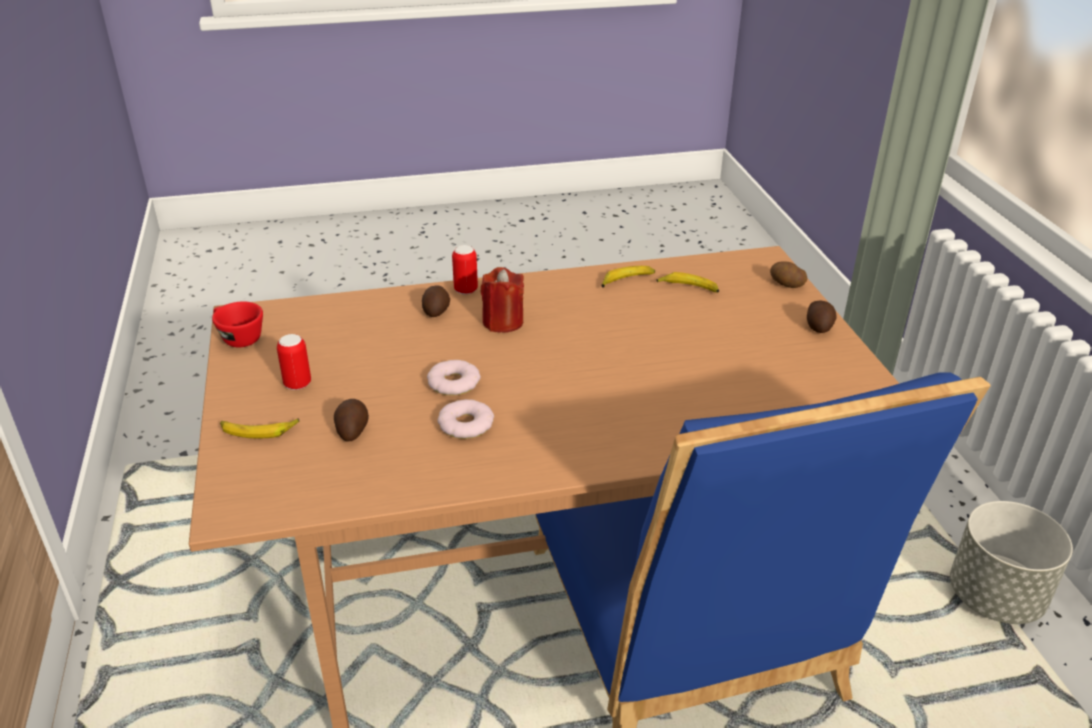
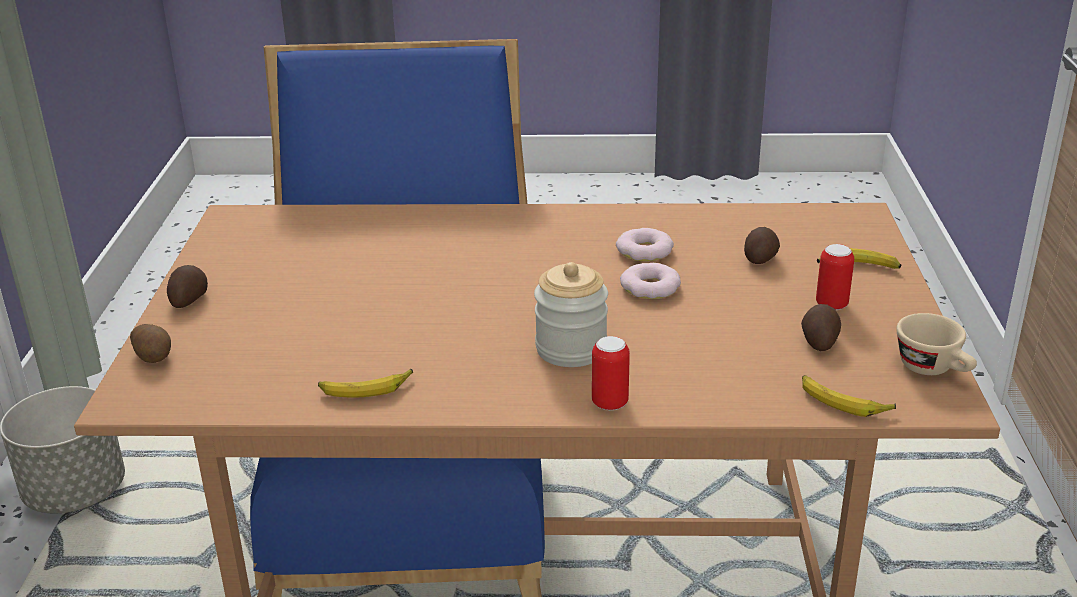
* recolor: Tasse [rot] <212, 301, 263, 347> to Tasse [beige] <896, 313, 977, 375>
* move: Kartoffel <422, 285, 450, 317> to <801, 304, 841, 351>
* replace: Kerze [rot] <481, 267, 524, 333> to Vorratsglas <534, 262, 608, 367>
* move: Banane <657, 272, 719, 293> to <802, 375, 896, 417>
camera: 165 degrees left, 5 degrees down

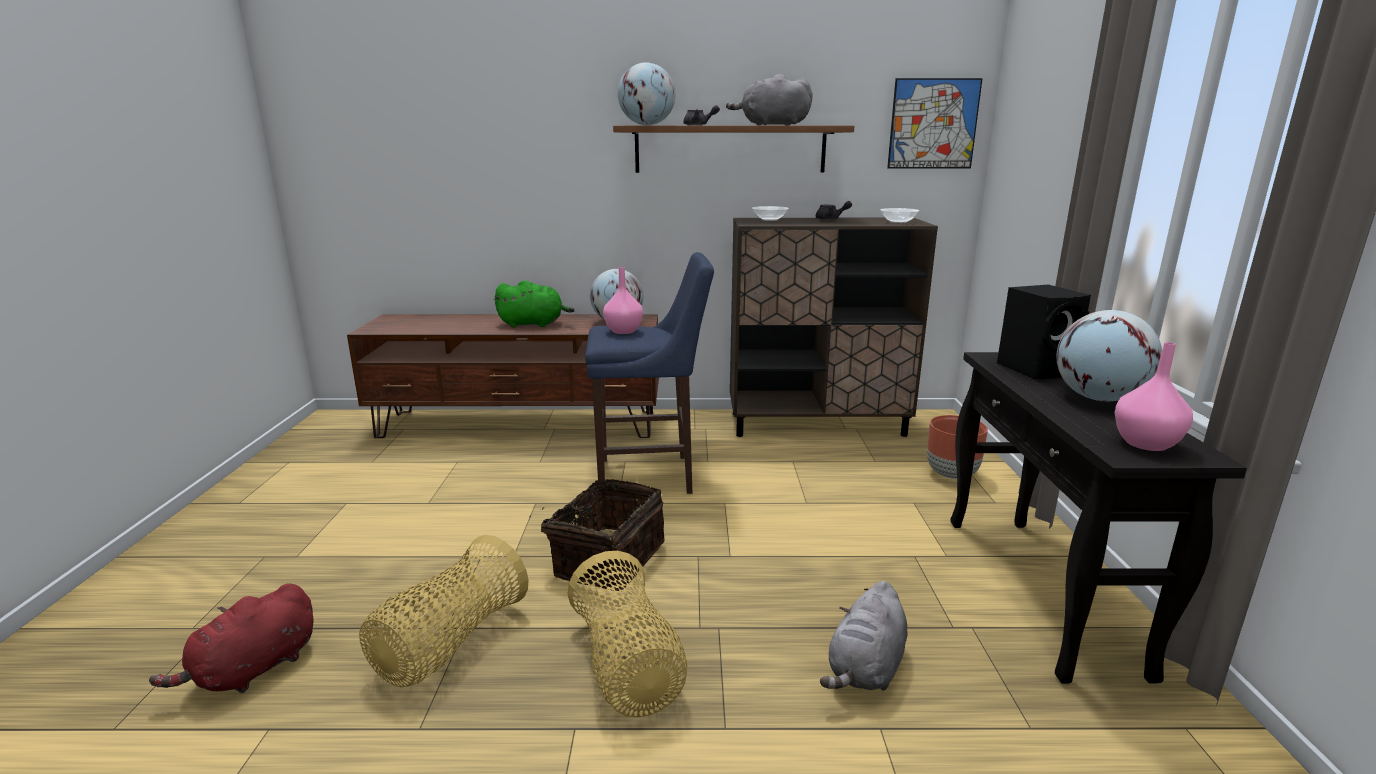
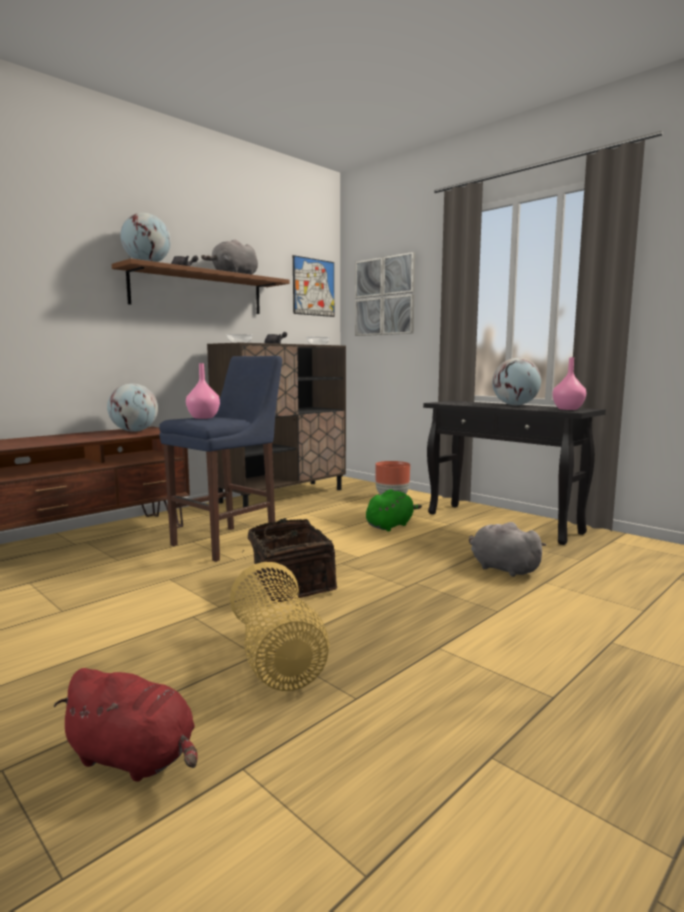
* rotate: Plüschtier [rot] <149, 583, 313, 693> = <54, 668, 198, 782> 60 degrees counterclockwise
* move: Plüschtier [grün] <494, 280, 574, 328> to <366, 489, 422, 531>
* delete: Korb <567, 551, 687, 717>
* rotate: Plüschtier [grau] <820, 581, 908, 691> = <469, 522, 546, 577> 150 degrees clockwise
* delete: Lautsprecher [schwarz] <997, 285, 1091, 379>
* insert: Bild <355, 252, 415, 336>
camera: 45 degrees left, 10 degrees down

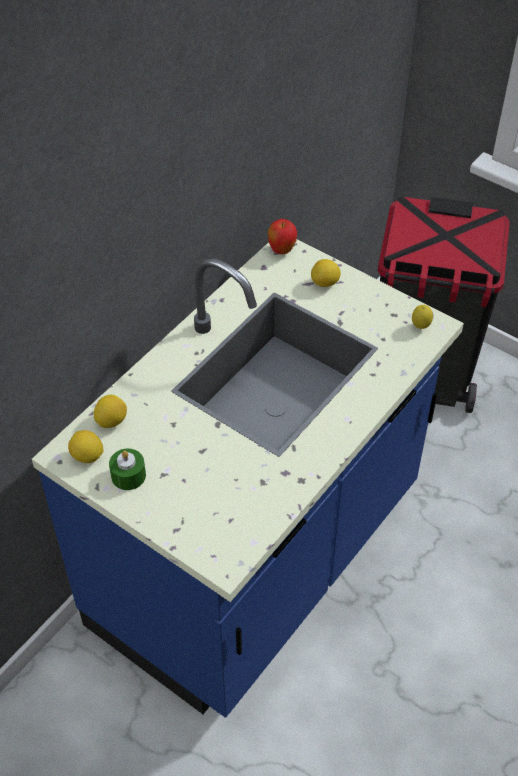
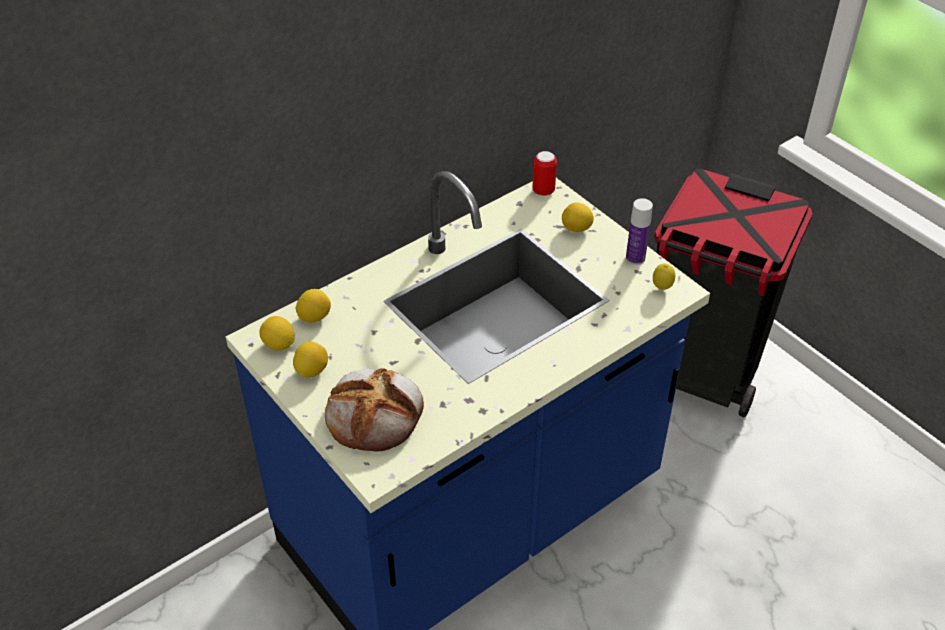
* replace: Kerze [grün] <109, 448, 146, 490> to Zitrone <293, 341, 328, 378>
* replace: Apfel <268, 219, 297, 254> to Dose <532, 151, 557, 196>
* insert: Brot <325, 368, 424, 451>
* insert: Flasche <626, 198, 653, 265>
camera: 15 degrees right, 5 degrees down

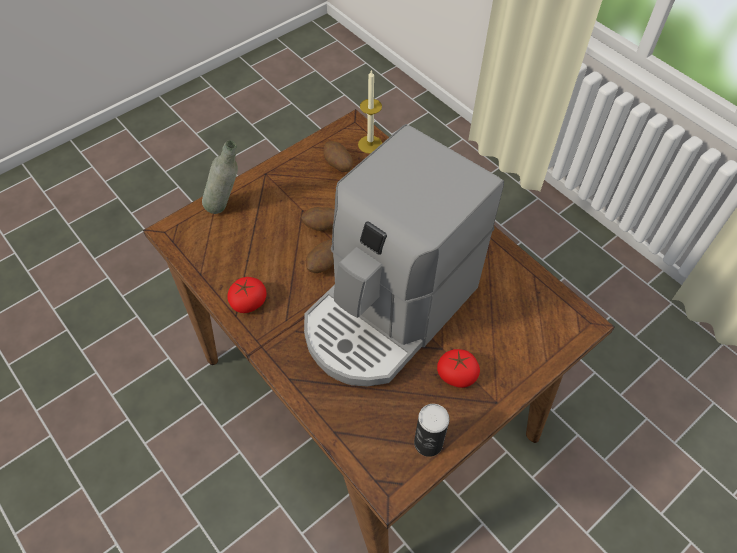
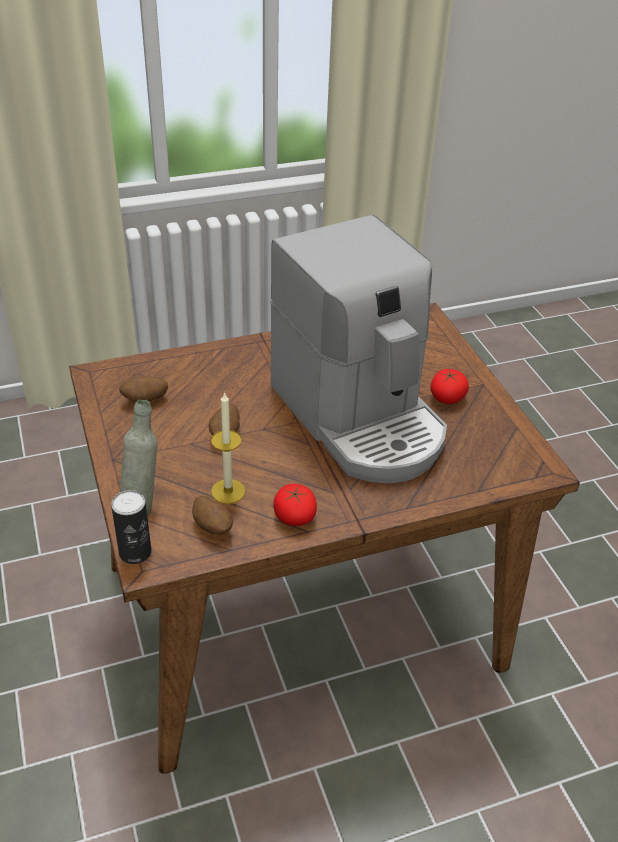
* move: Kartoffel <306, 240, 334, 273> to <192, 496, 233, 535>
* move: Kerze <358, 70, 382, 154> to <211, 392, 246, 504>
* move: Dose <414, 404, 450, 457> to <111, 490, 152, 564>
camera: 70 degrees left, 15 degrees down

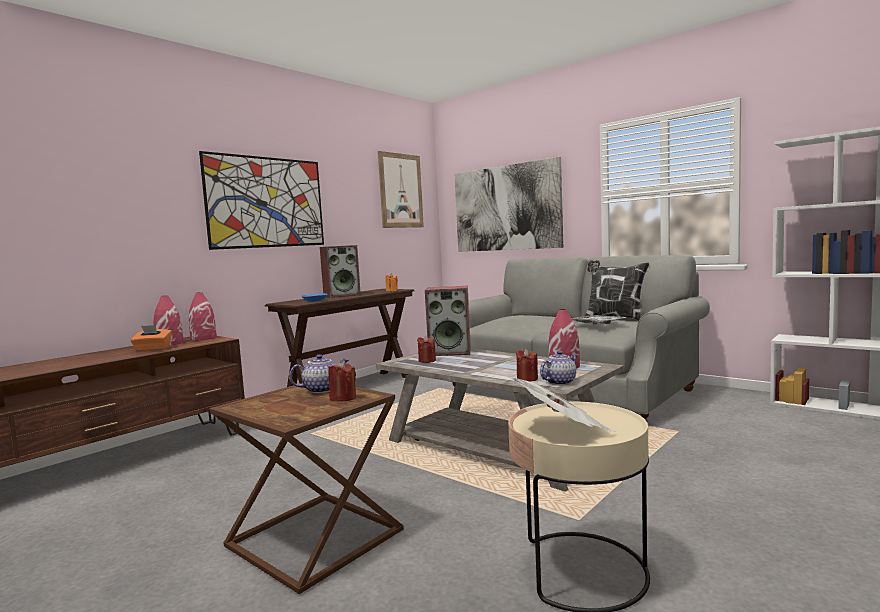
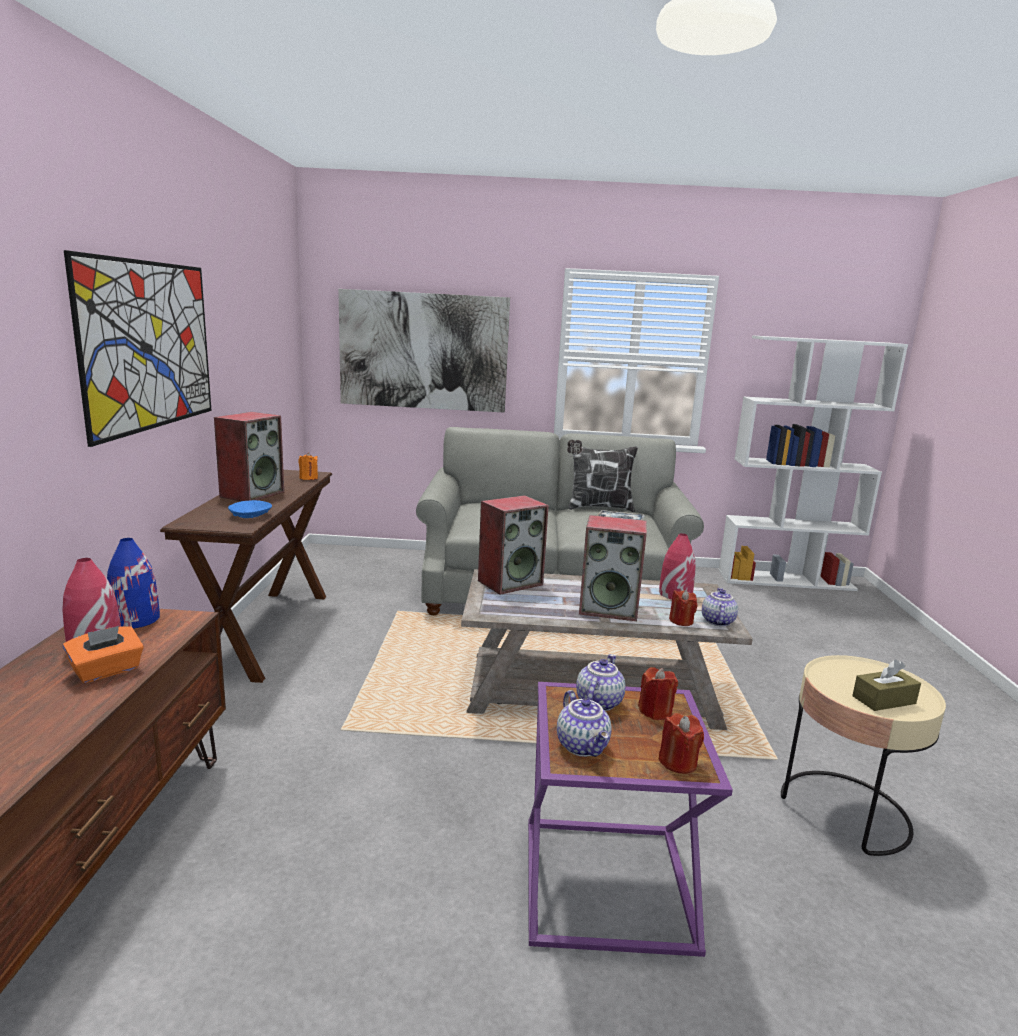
* recolor: Vase [rot] <189, 292, 217, 341> to Vase [blau] <107, 538, 160, 628>
* recolor: Beistelltisch [braun] <210, 383, 404, 594> to Beistelltisch [lila] <528, 682, 733, 957>
* delete: Bild <378, 151, 424, 228>
* move: Kerze [rot] <417, 336, 436, 363> to <658, 713, 704, 774>
* replace: Zeitung <508, 377, 616, 432> to Taschentuchbox [braun] <852, 659, 921, 711>
* insert: Teekanne <557, 690, 612, 757>
* insert: Lautsprecher <579, 515, 647, 621>
camera: 40 degrees left, 10 degrees up

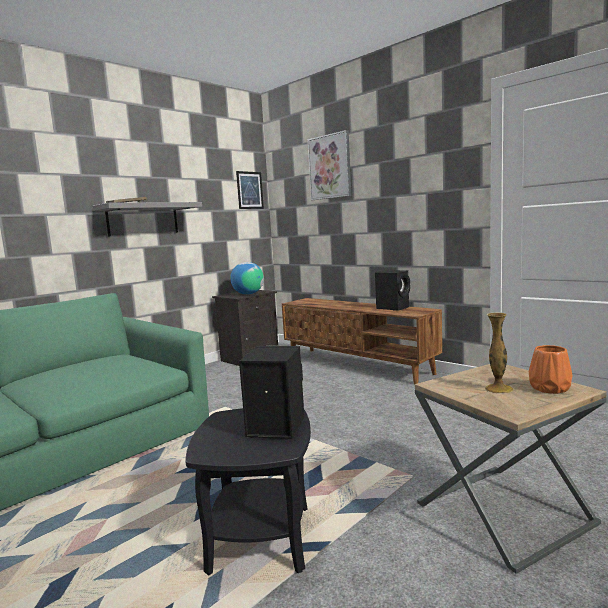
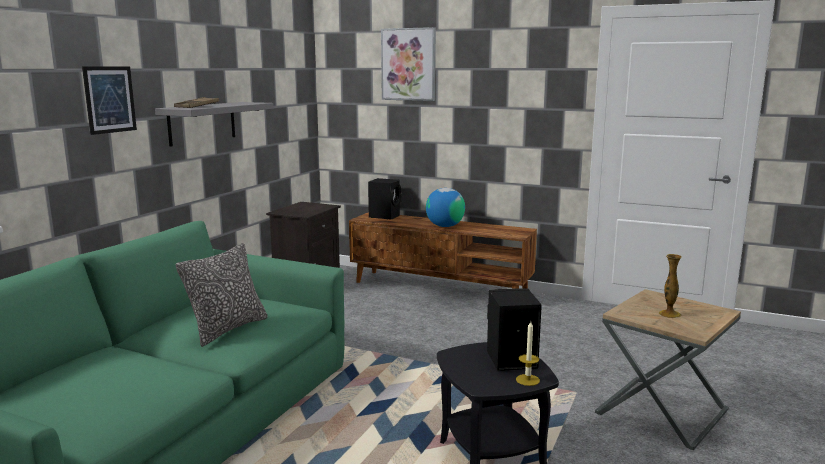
* move: Globus <230, 262, 264, 294> to <426, 188, 465, 227>
* move: Bild <236, 171, 264, 209> to <82, 66, 137, 135>
* move: Lautsprecher [schwarz] <375, 270, 410, 311> to <368, 178, 401, 220>
* delete: Vase [orange] <529, 345, 573, 394>
* insert: Kissen <176, 243, 268, 347>
* insert: Kerze <516, 321, 540, 386>
camera: 20 degrees left, 5 degrees up

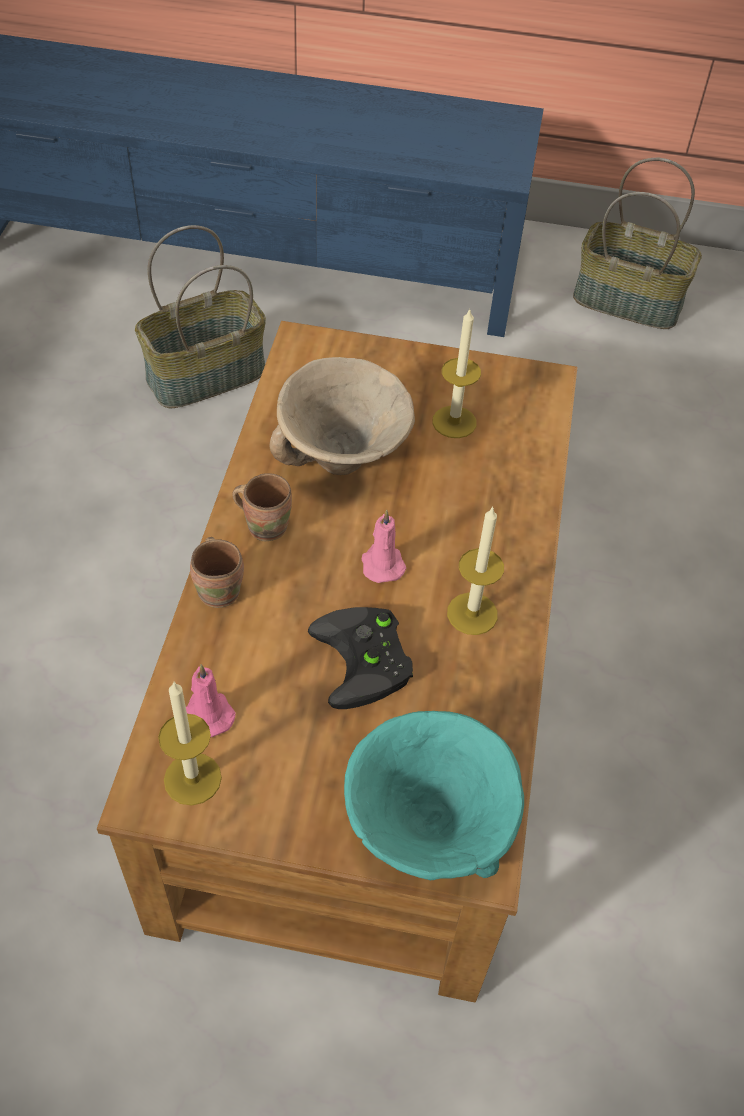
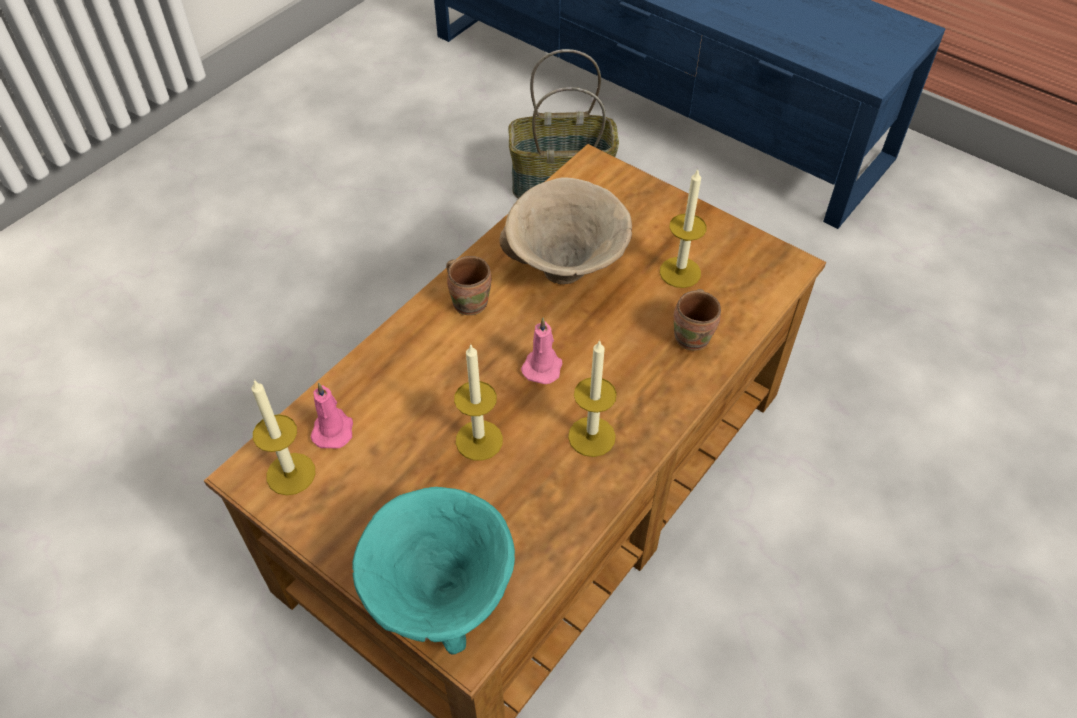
* move: Henkelbecher [braun] <190, 537, 244, 608> to <673, 289, 721, 351>
* replace: Gamepad [schwarz] <308, 607, 413, 709> to Kerze <454, 344, 503, 461>
* delete: Korb <573, 158, 702, 329>
camera: 30 degrees right, 0 degrees up

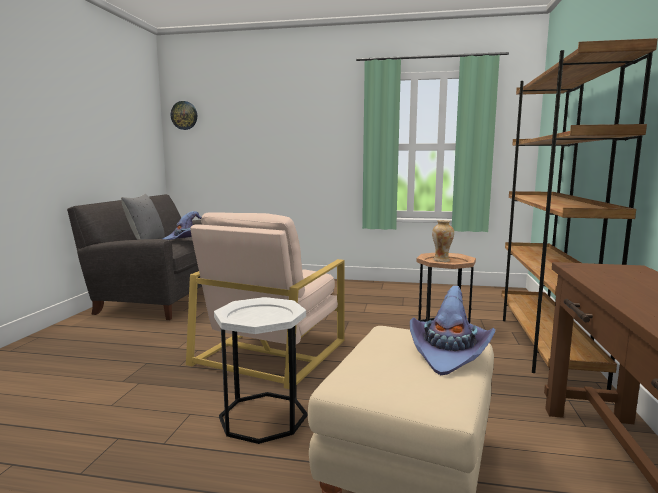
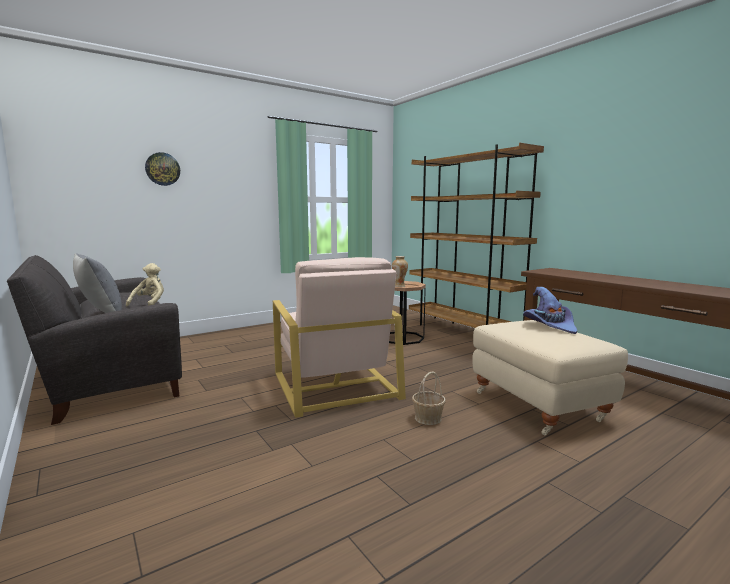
* replace: Hut [lila] <162, 211, 202, 240> to Plüschtier [beige] <126, 263, 164, 306>
* move: Wanduhr <171, 101, 197, 130> to <145, 152, 180, 186>
* replace: Beistelltisch [weiß] <214, 297, 307, 444> to Korb <412, 371, 446, 425>
camera: 45 degrees left, 0 degrees up

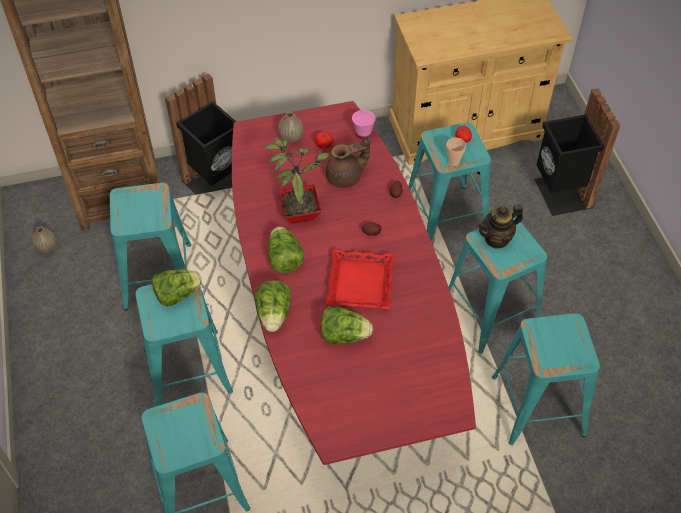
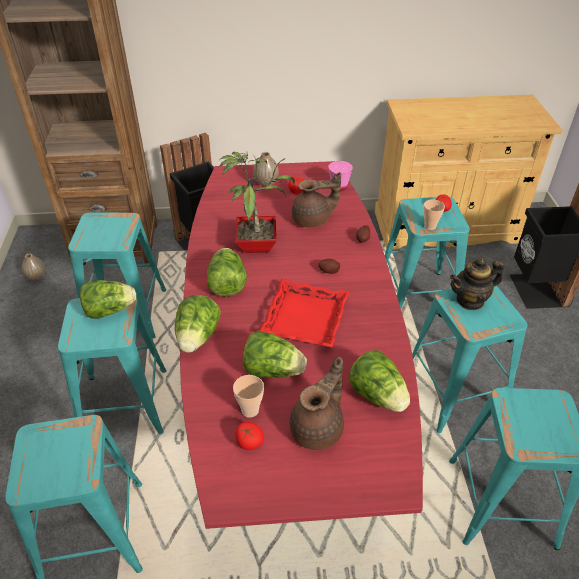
* insert: Tasse <233, 375, 264, 418>
* insert: Tomate <235, 422, 264, 450>
* insert: Teekanne [braun] <290, 357, 344, 450>
* insert: Salatkopf <349, 350, 410, 412>
camera: 10 degrees right, 10 degrees down

